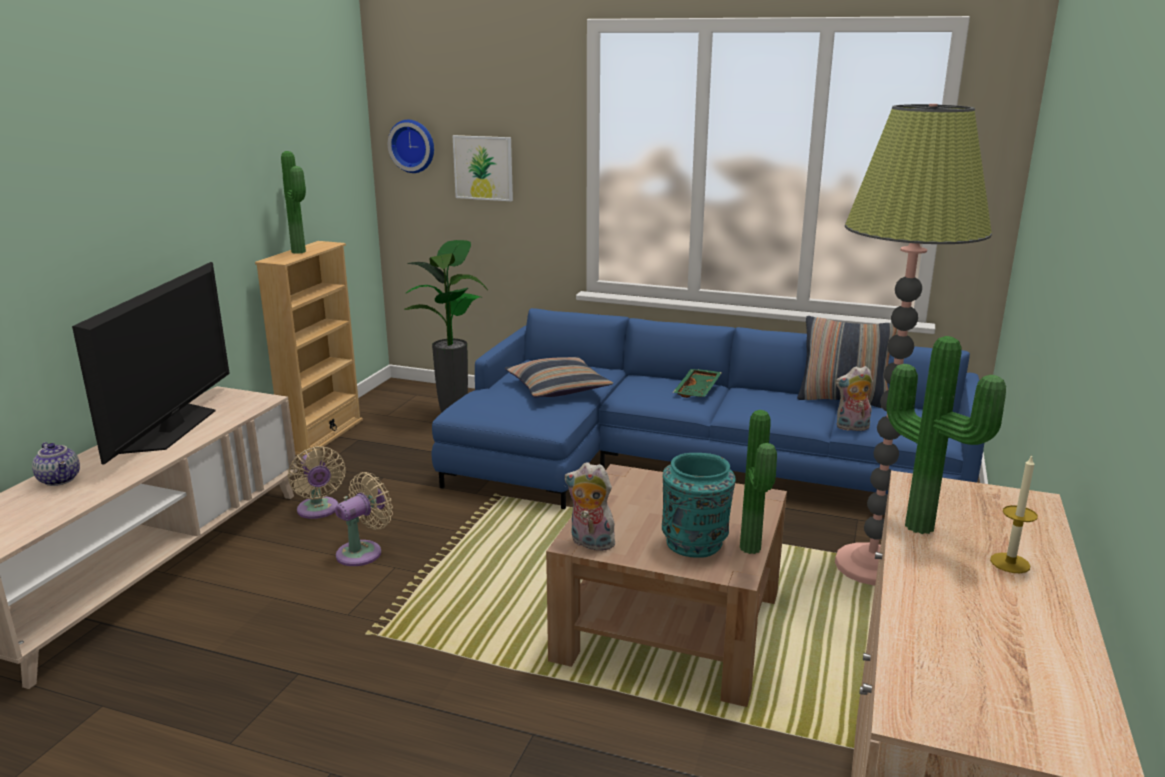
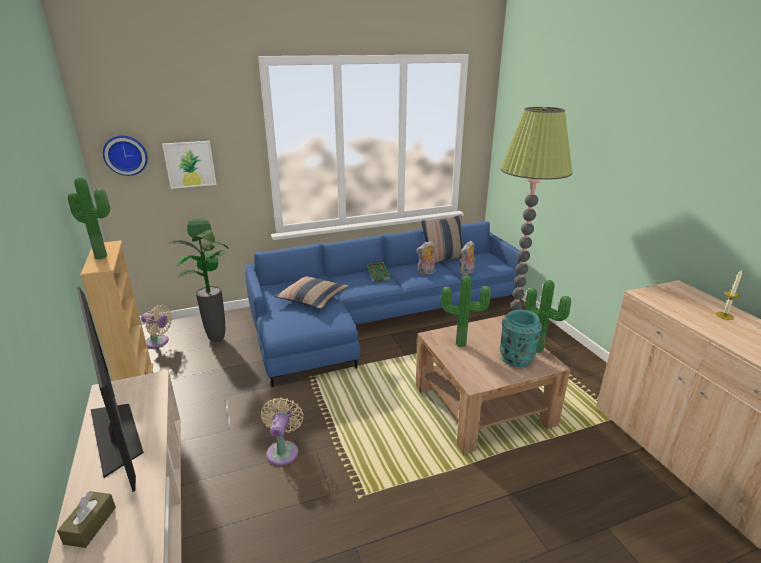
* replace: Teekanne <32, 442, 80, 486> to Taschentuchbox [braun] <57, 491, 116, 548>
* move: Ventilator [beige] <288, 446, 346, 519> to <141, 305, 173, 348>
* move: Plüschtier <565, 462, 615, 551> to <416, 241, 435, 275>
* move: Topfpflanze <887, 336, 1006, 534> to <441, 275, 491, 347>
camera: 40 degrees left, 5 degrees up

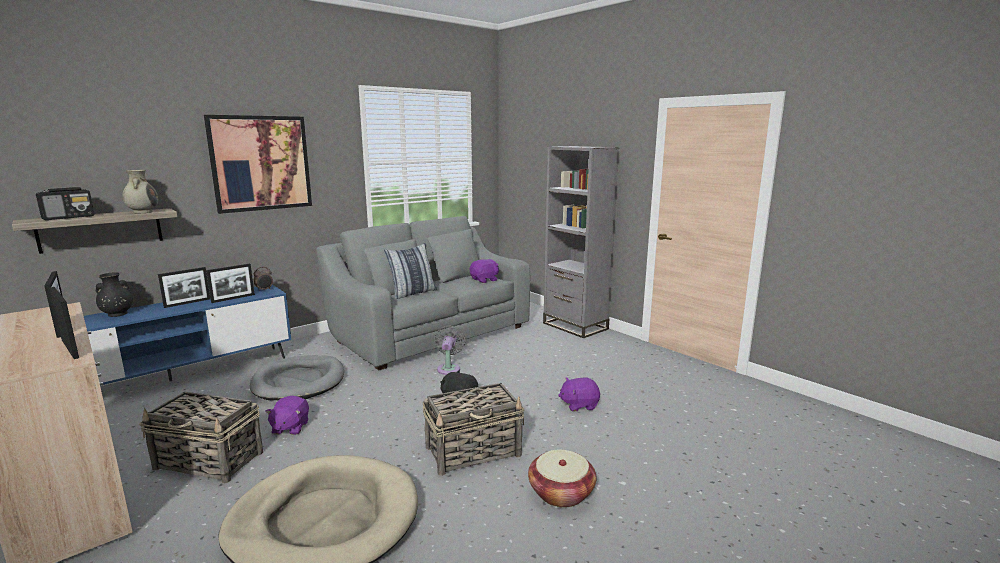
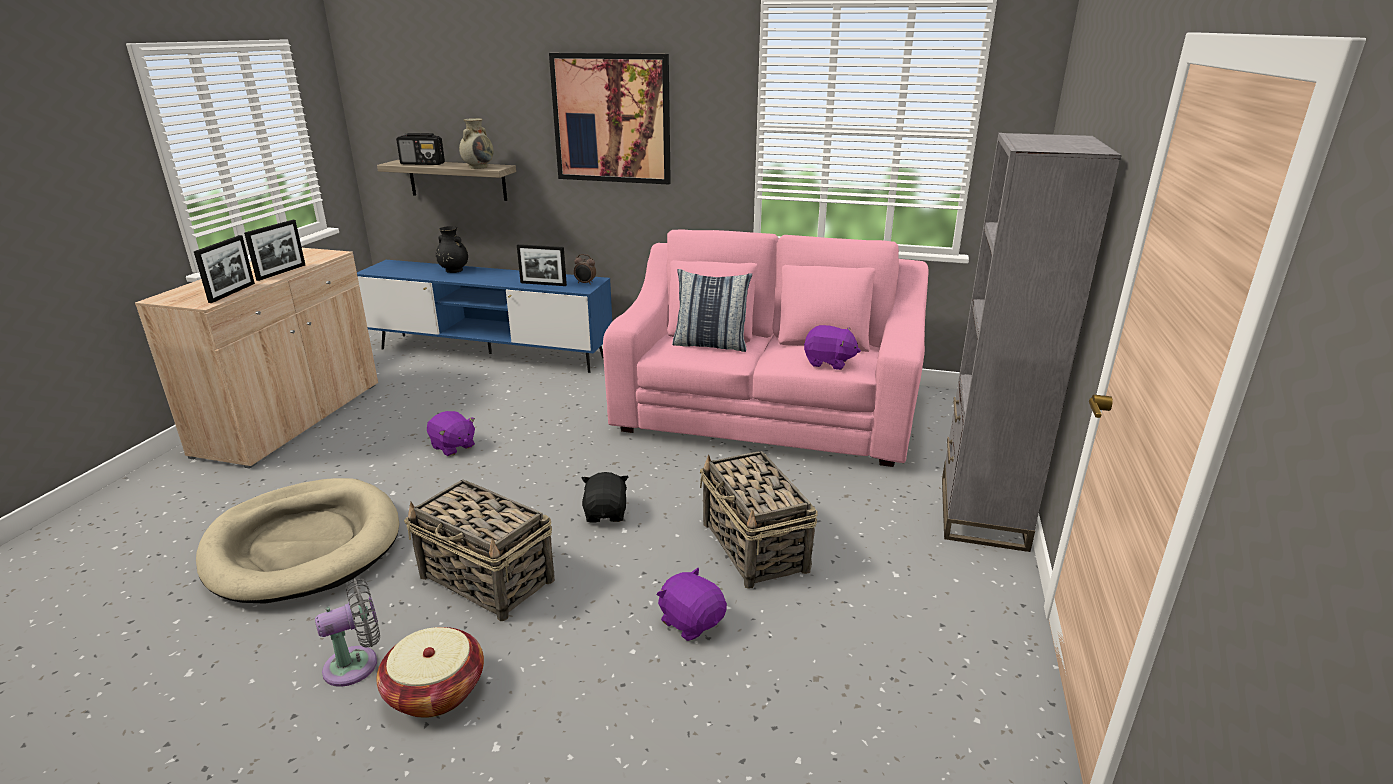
* move: Korb <139, 392, 263, 484> to <700, 451, 818, 589>
* delete: Bilderrahmen <158, 267, 210, 308>
* delete: Hundebett [grau] <250, 355, 344, 400>
* rotate: Plüschtier [lila] <265, 396, 309, 435> = <427, 411, 475, 456> 105 degrees counterclockwise
* recolor: Sofa [grau] <316, 216, 530, 370> to Sofa [rosa] <603, 229, 929, 467>
* move: Ventilator [grau] <434, 325, 465, 375> to <315, 578, 380, 687>
camera: 55 degrees right, 10 degrees up

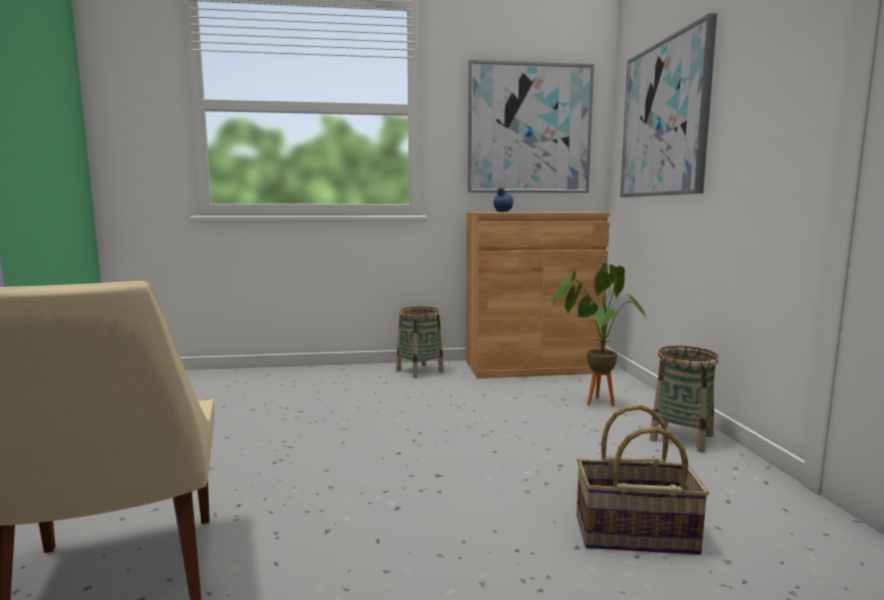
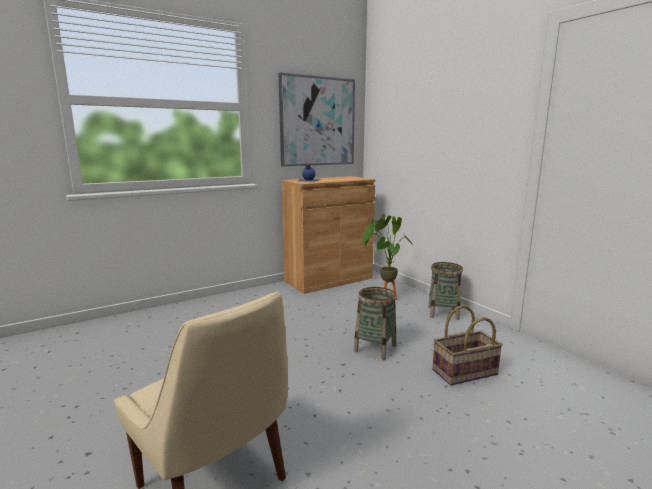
* move: Korb <396, 306, 444, 378> to <354, 287, 396, 360>
* delete: Bild <620, 13, 717, 197>
camera: 25 degrees left, 5 degrees up

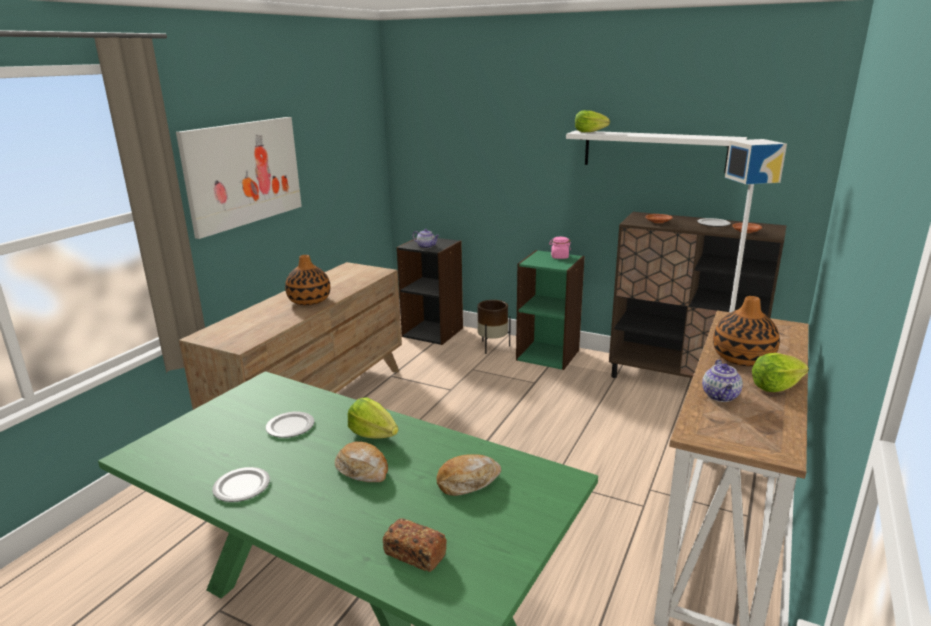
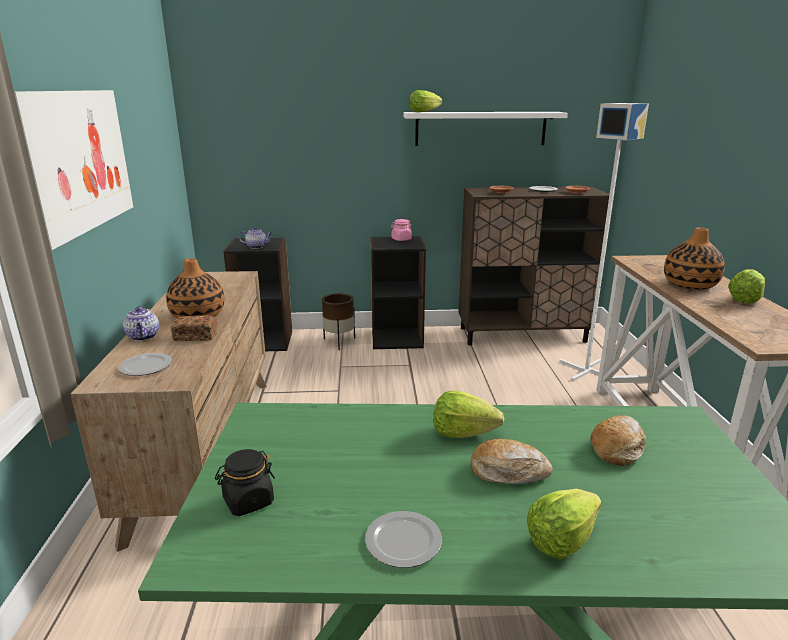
* move: Teller <266, 412, 314, 438> to <118, 353, 172, 376>
* move: Brot <383, 518, 447, 572> to <171, 315, 218, 341>
* recolor: Bücherregal [grün] <516, 250, 585, 370> to Bücherregal [schwarz] <371, 236, 426, 350>
* move: Teekanne <702, 359, 743, 402> to <123, 306, 159, 341>
* insert: Vorratsglas [schwarz] <215, 449, 275, 516>
* insert: Salatkopf <527, 489, 602, 560>
camera: 30 degrees left, 0 degrees up

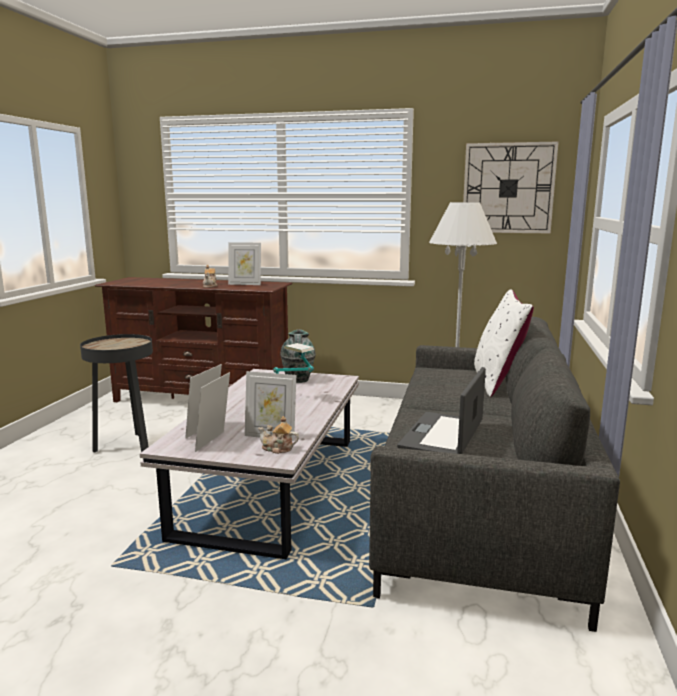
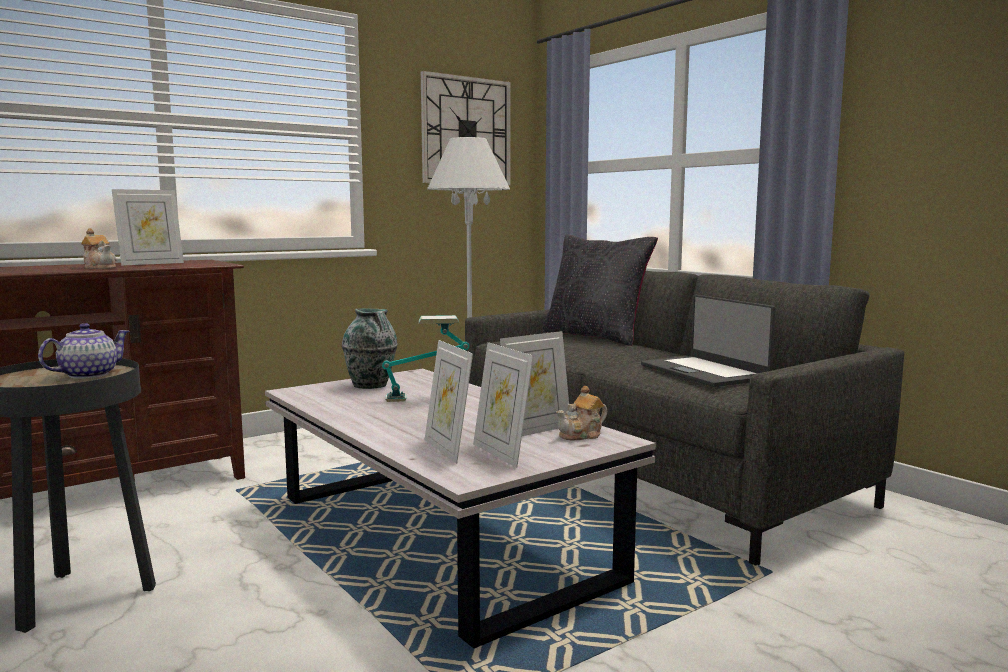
* recolor: Kissen [weiß] <474, 289, 534, 397> to Kissen [schwarz] <541, 235, 658, 346>
* insert: Teekanne <38, 323, 130, 379>
camera: 50 degrees left, 5 degrees down

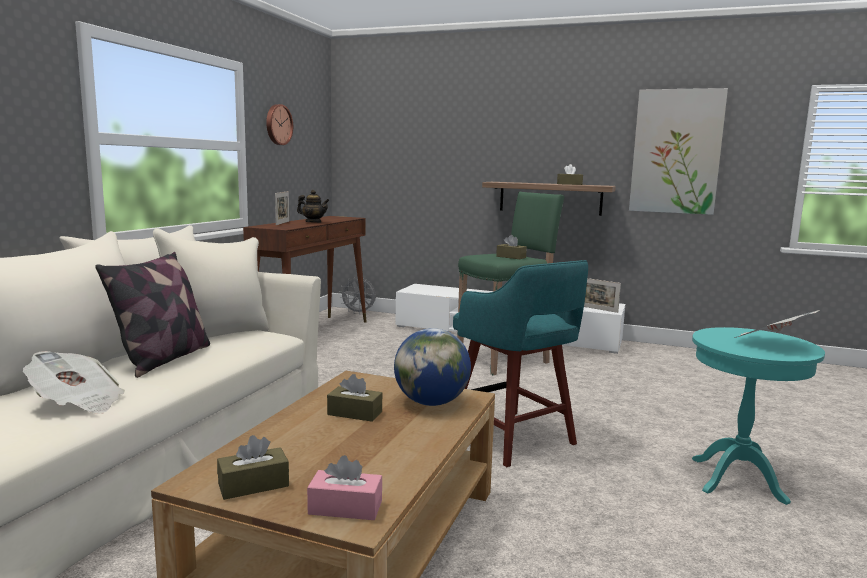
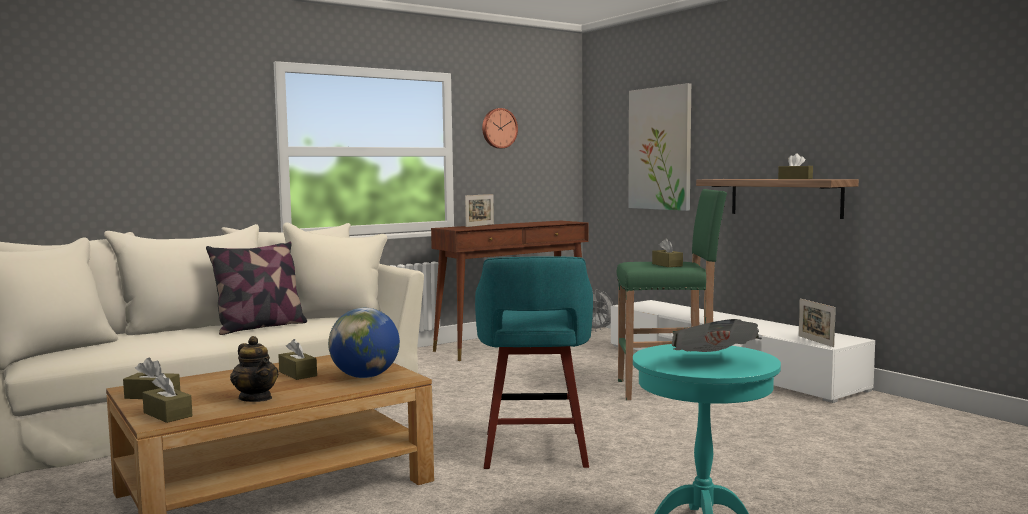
* delete: Zeitung <23, 351, 125, 414>
* move: Teekanne <297, 190, 329, 223> to <230, 336, 278, 402>
* recolor: Taschentuchbox [rosa] <307, 455, 382, 520> to Taschentuchbox [braun] <142, 373, 192, 423>
* move: Bild <629, 88, 728, 215> to <629, 83, 691, 211>
camera: 35 degrees right, 5 degrees down

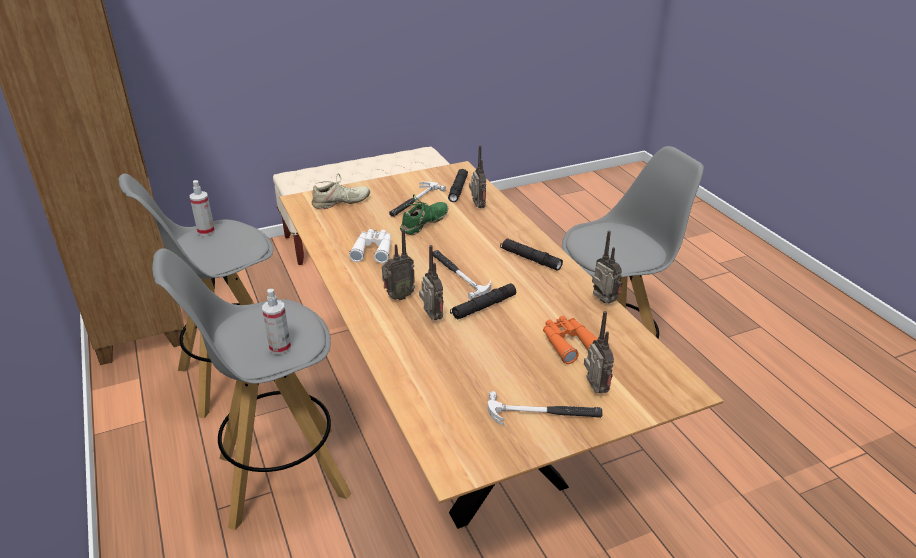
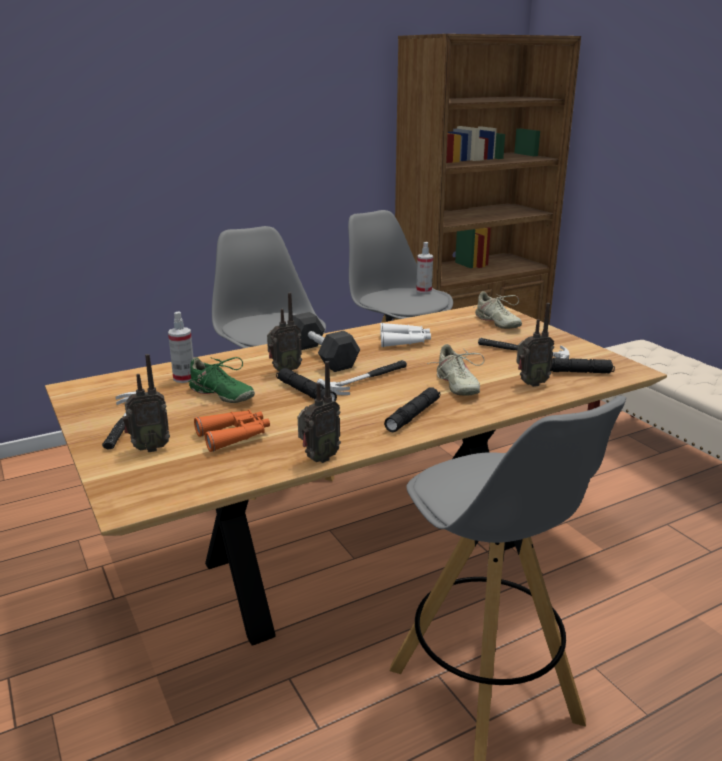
* move: Sprühflasche <262, 289, 291, 354> to <168, 311, 194, 383>
* replace: Radio <382, 229, 415, 300> to Hantel [schwarz] <293, 312, 360, 372>
* move: Schuh [grün] <398, 194, 448, 235> to <188, 357, 255, 403>
* insert: Schuh [beige] <427, 344, 485, 396>
camera: 85 degrees right, 10 degrees down

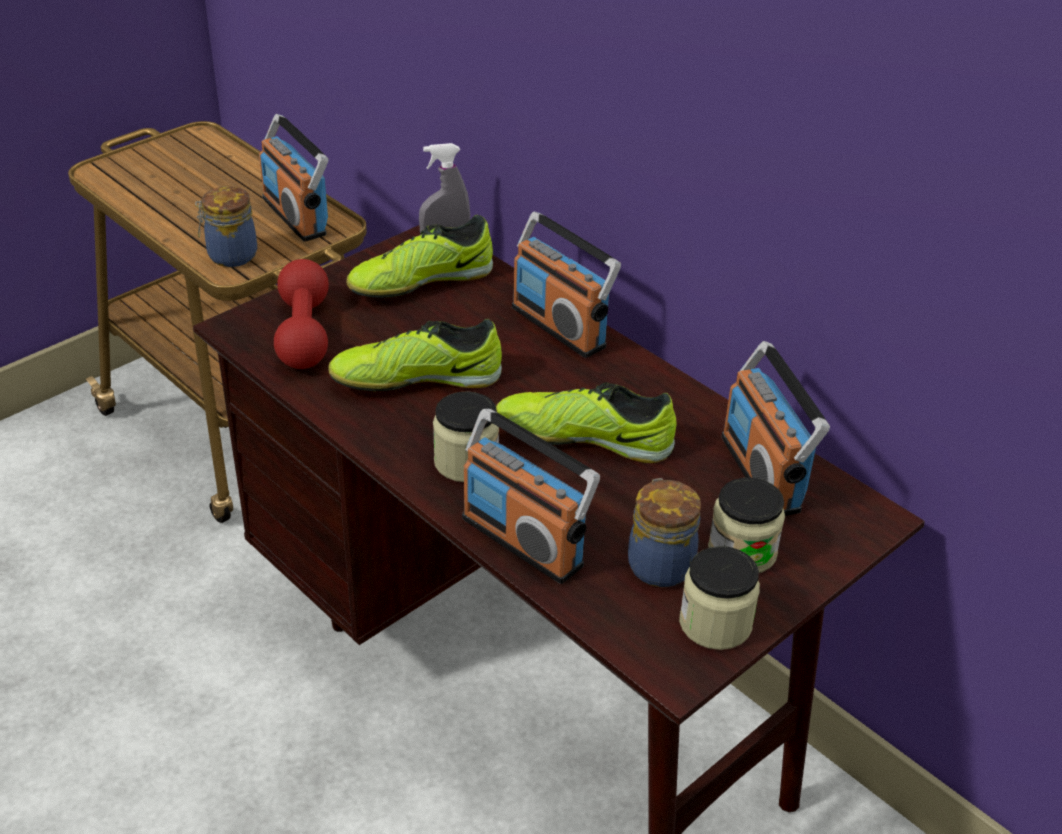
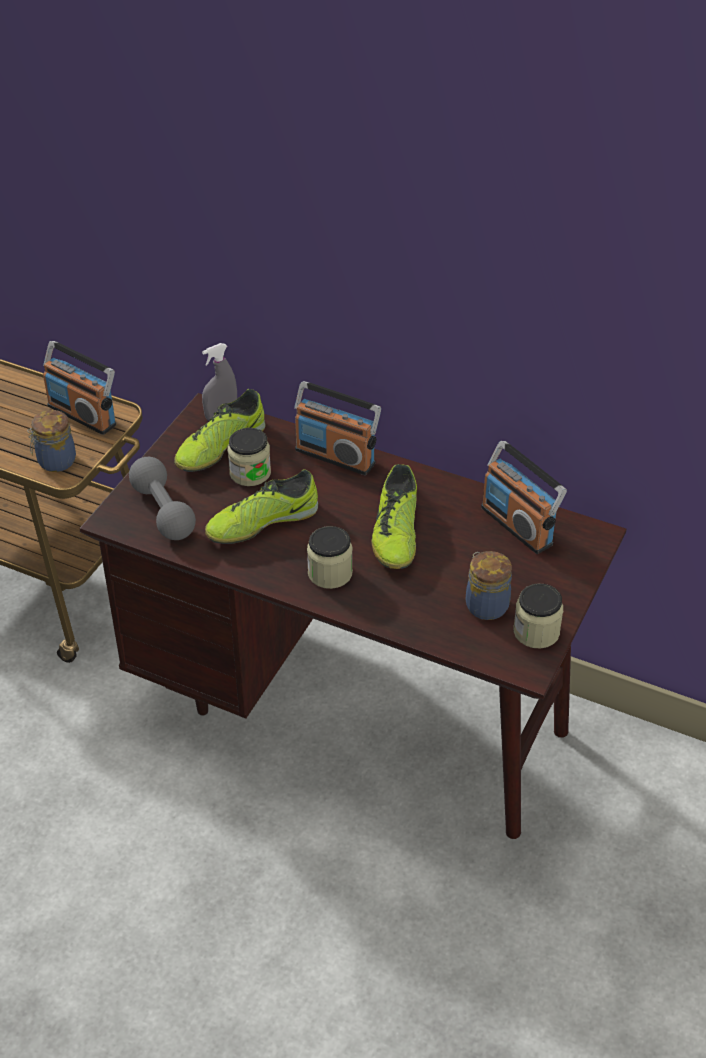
* recolor: Hantel [rot] <274, 259, 329, 369> to Hantel [grau] <129, 457, 196, 540>
* delete: Radio <462, 409, 600, 584>
* rotate: Schuh <496, 382, 676, 463> = <371, 464, 417, 569> 75 degrees counterclockwise
* move: Vorratsglas <708, 478, 785, 573> to <228, 428, 271, 486>
camera: 20 degrees left, 5 degrees up

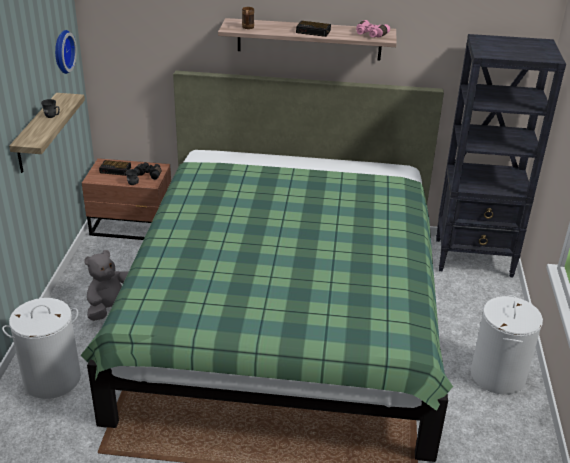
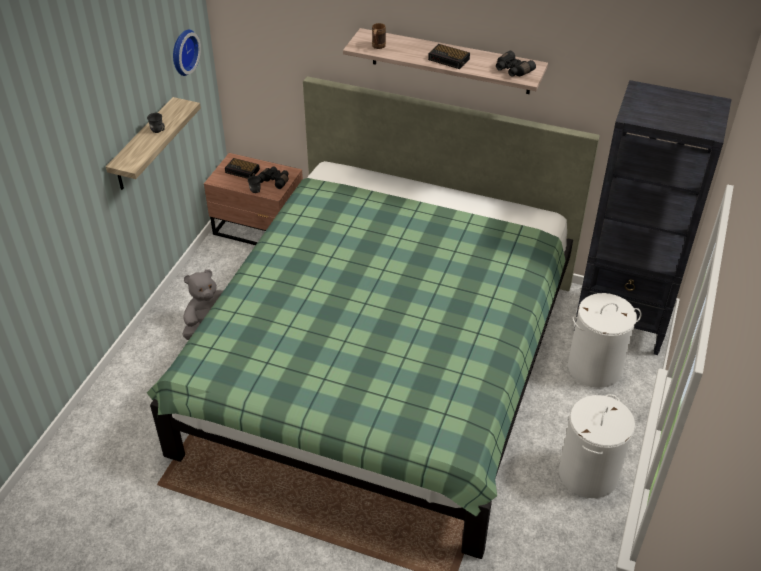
* move: Wäschekorb [weiß] <2, 298, 81, 399> to <568, 293, 641, 388>
* recolor: Fernglas [rosa] <356, 20, 390, 37> to Fernglas [schwarz] <496, 51, 536, 77>
camera: 15 degrees right, 10 degrees up

